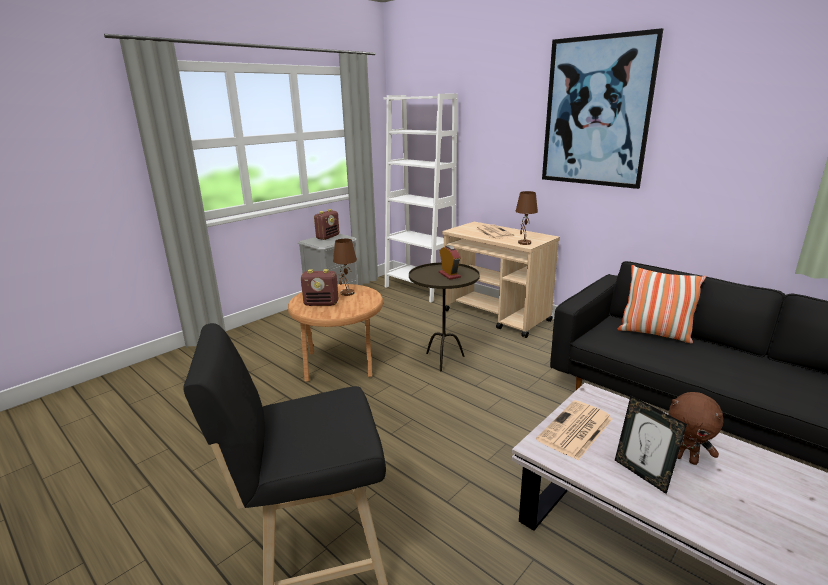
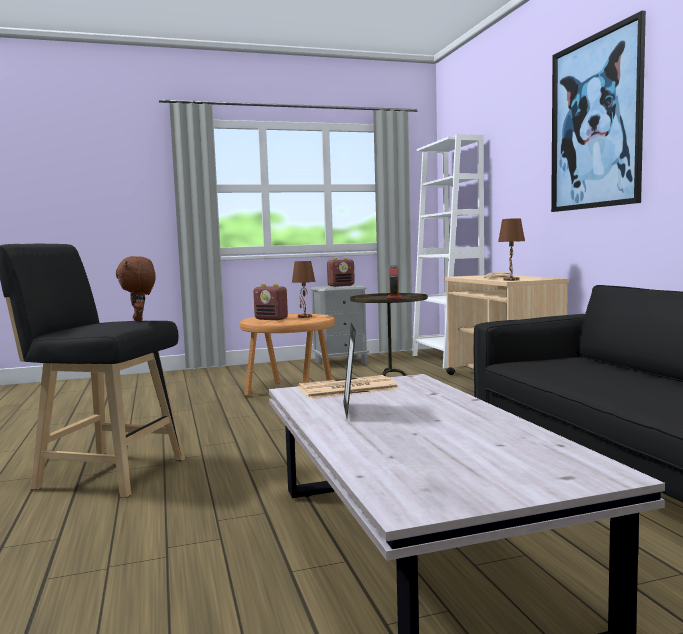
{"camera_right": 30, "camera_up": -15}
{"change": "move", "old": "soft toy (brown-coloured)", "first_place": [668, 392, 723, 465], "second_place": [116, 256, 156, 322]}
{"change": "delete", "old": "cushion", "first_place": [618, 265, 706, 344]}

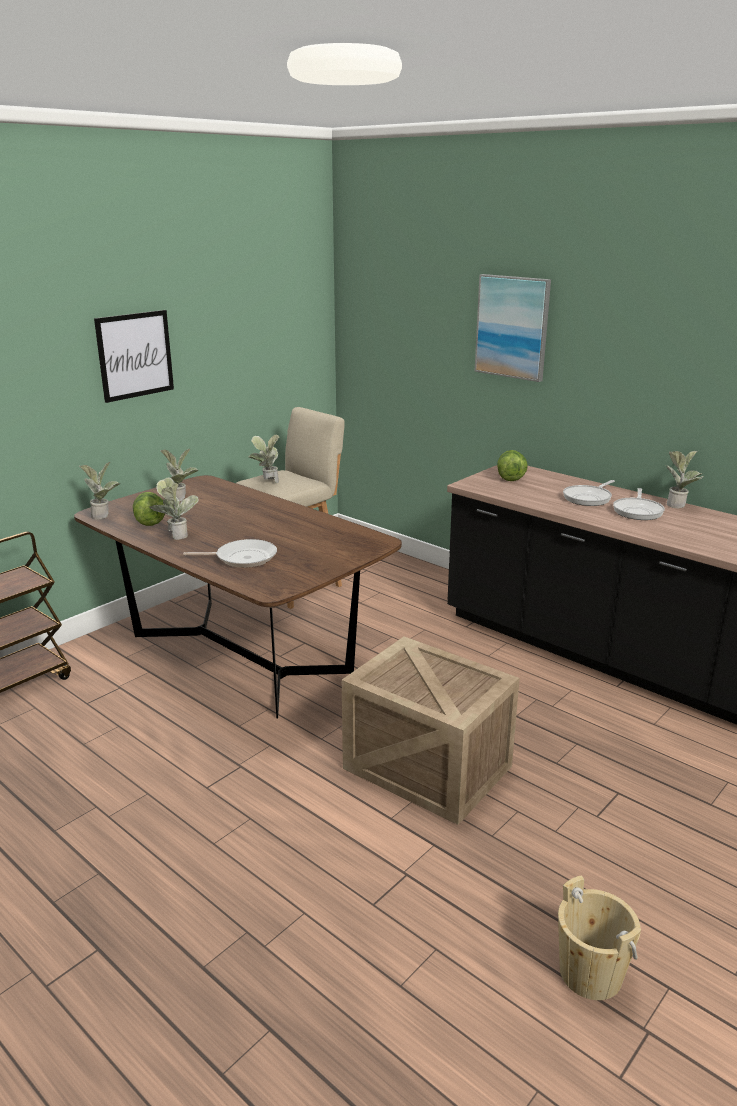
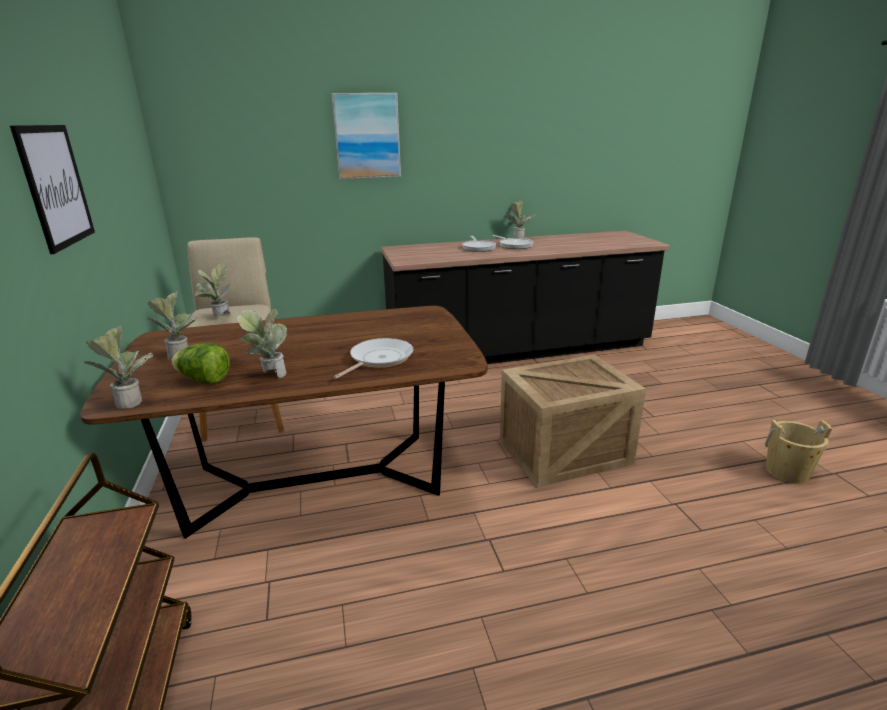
{"camera_right": -55, "camera_up": 0}
{"change": "delete", "old": "head of lettuce", "first_place": [497, 450, 528, 481]}

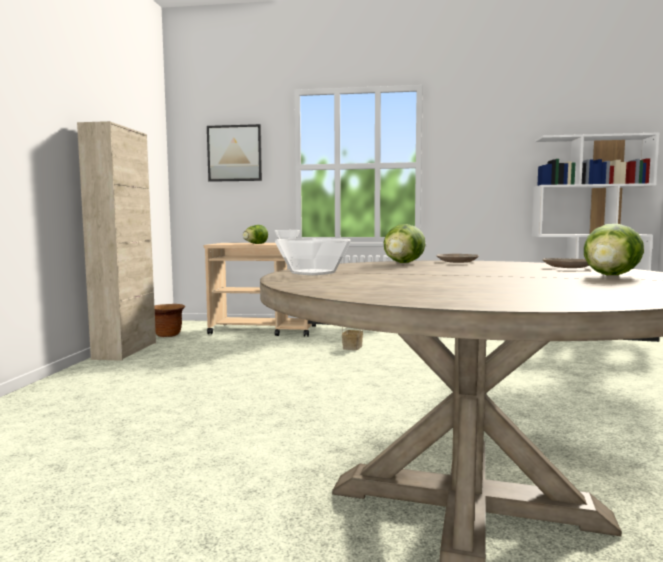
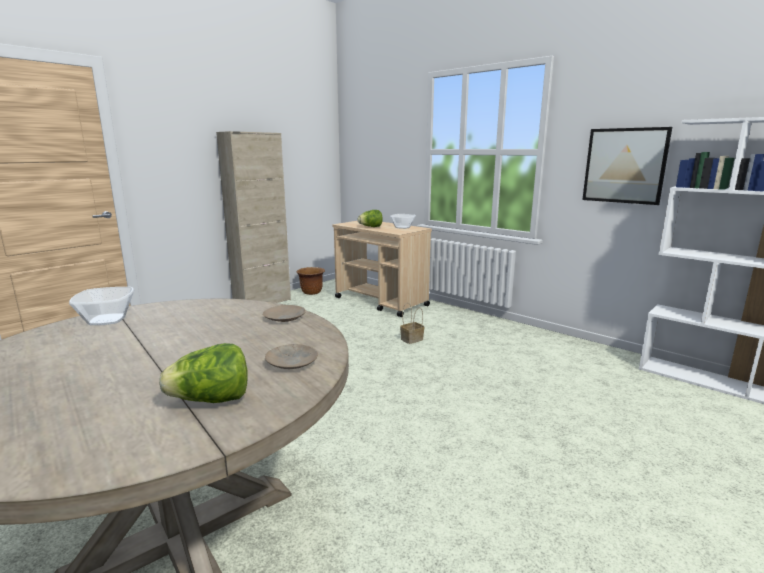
{"camera_right": 35, "camera_up": 10}
{"change": "move", "old": "picture", "first_place": [207, 124, 262, 182], "second_place": [582, 127, 672, 205]}
{"change": "delete", "old": "head of lettuce", "first_place": [384, 224, 426, 263]}

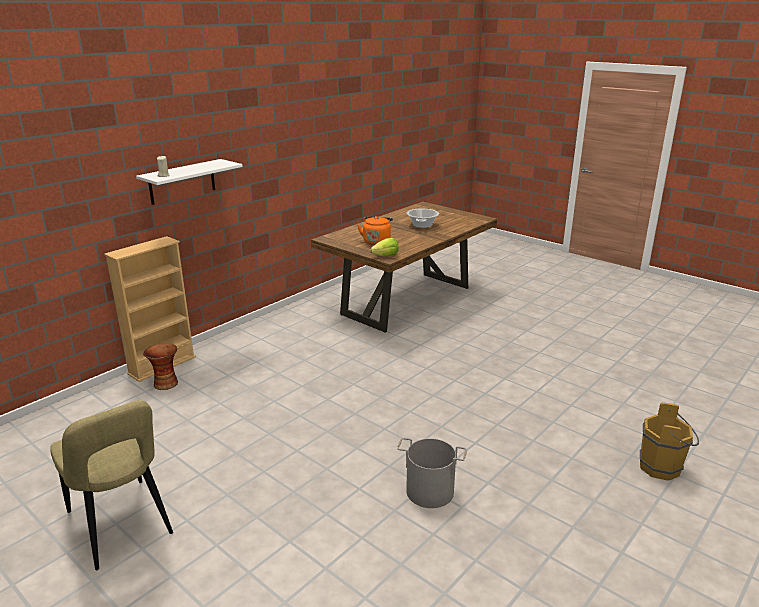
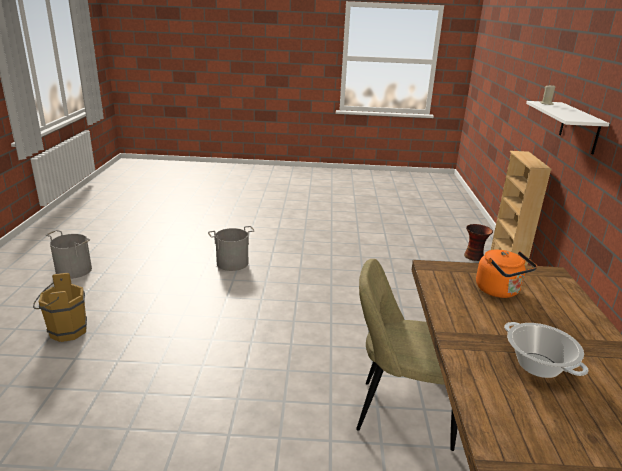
{"camera_right": 140, "camera_up": 0}
{"change": "insert", "new": "bucket (greyish)", "second_place": [46, 230, 92, 279]}
{"change": "move", "old": "plain chair (sand-coloured)", "first_place": [50, 400, 173, 570], "second_place": [356, 259, 458, 451]}
{"change": "delete", "old": "head of lettuce", "first_place": [370, 238, 399, 256]}

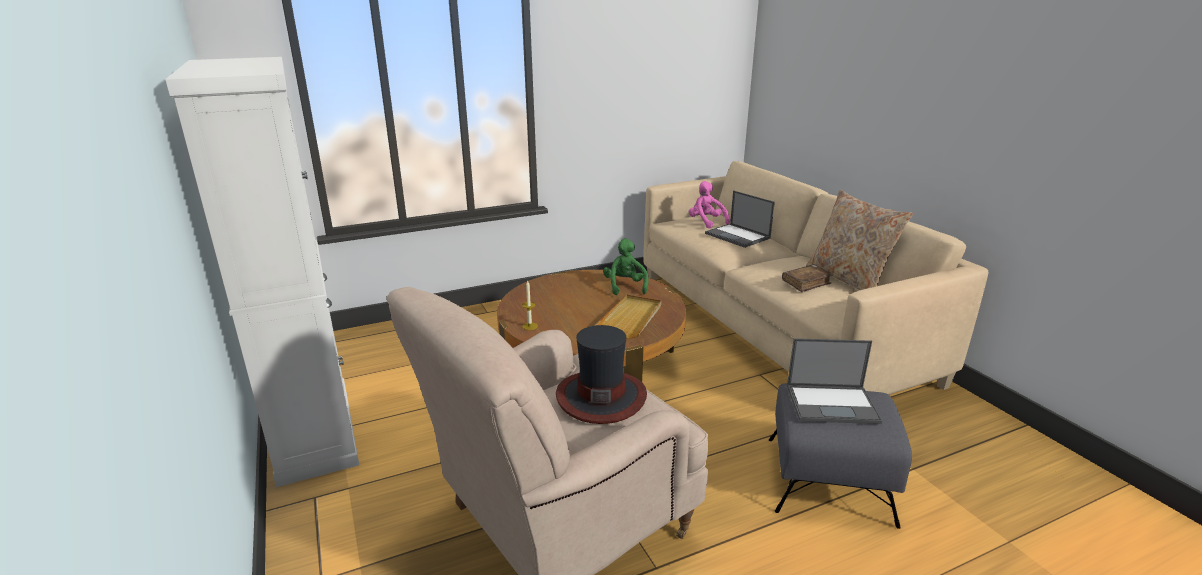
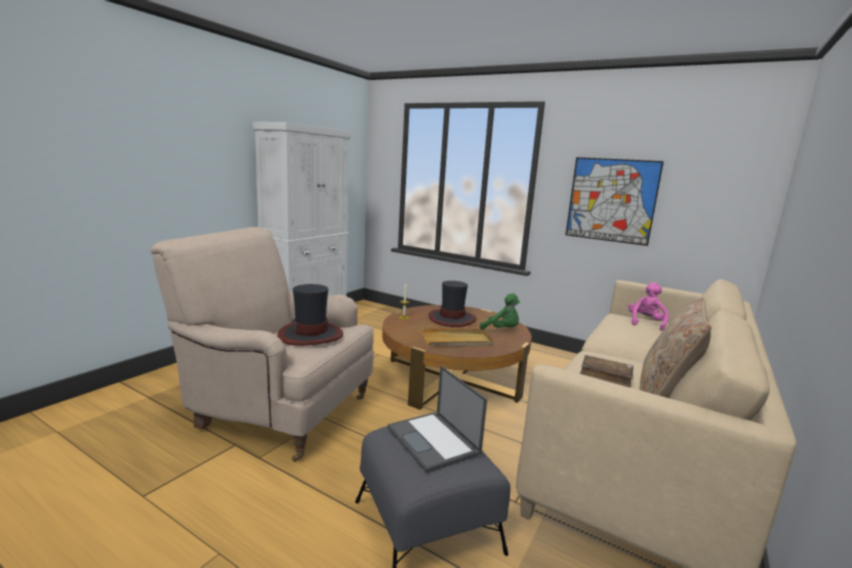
{"camera_right": 55, "camera_up": -10}
{"change": "insert", "new": "hat", "second_place": [428, 281, 477, 327]}
{"change": "rotate", "old": "soft toy (greenish)", "first_place": [603, 239, 649, 295], "second_place": [480, 293, 520, 330], "degrees": 75}
{"change": "insert", "new": "picture", "second_place": [565, 157, 664, 246]}
{"change": "delete", "old": "laptop", "first_place": [705, 191, 775, 248]}

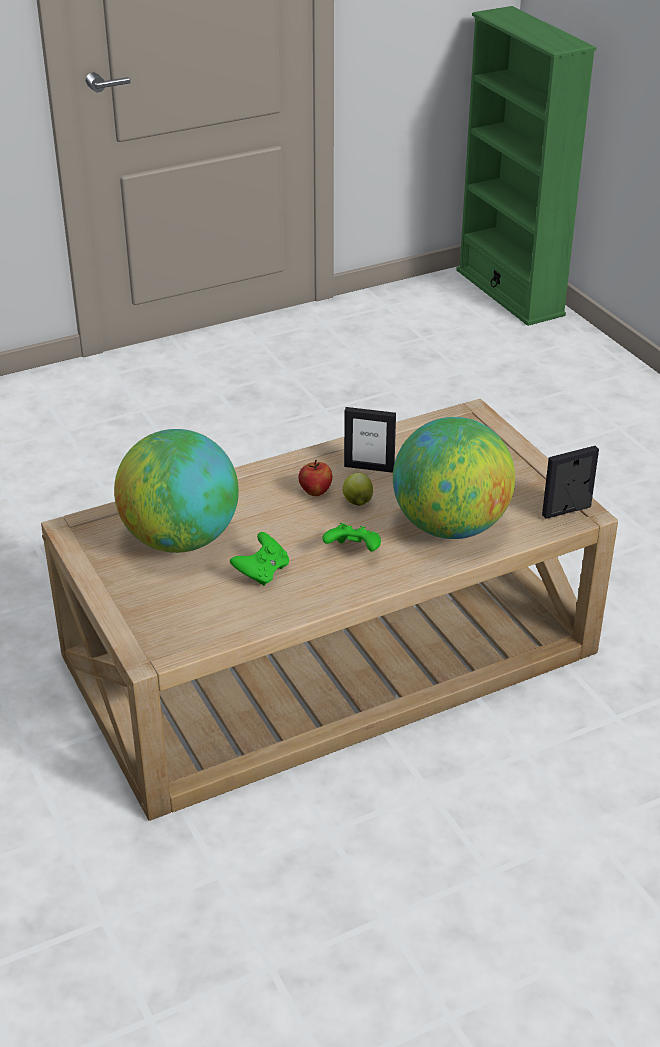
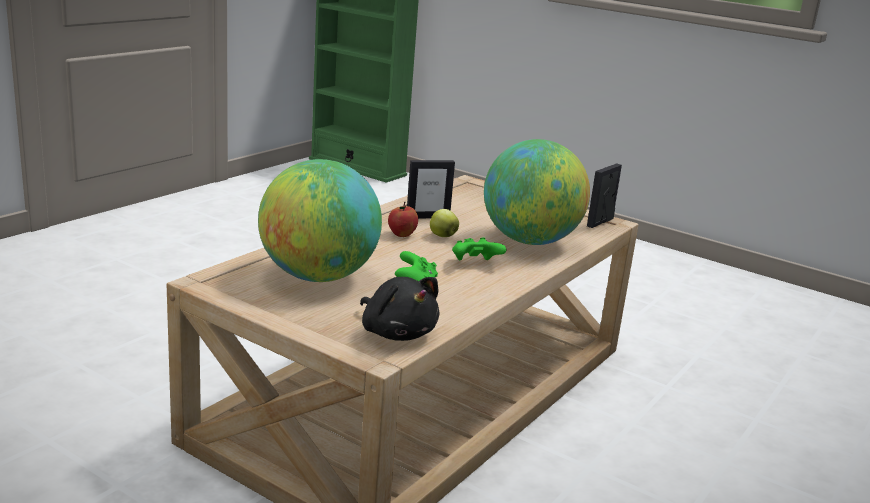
{"camera_right": -30, "camera_up": -15}
{"change": "insert", "new": "soft toy (black)", "second_place": [360, 277, 440, 341]}

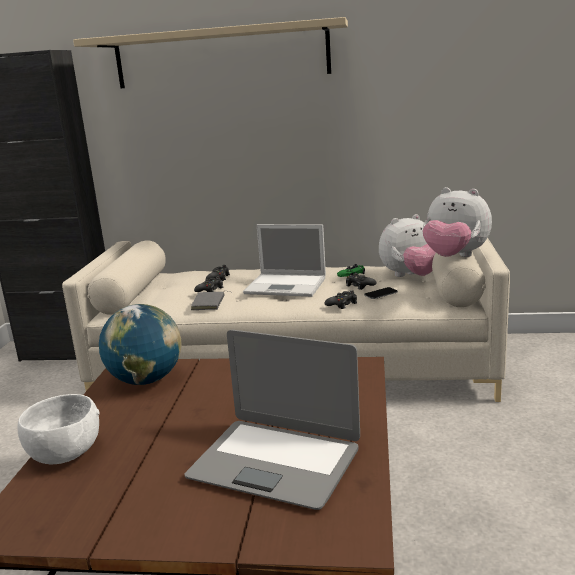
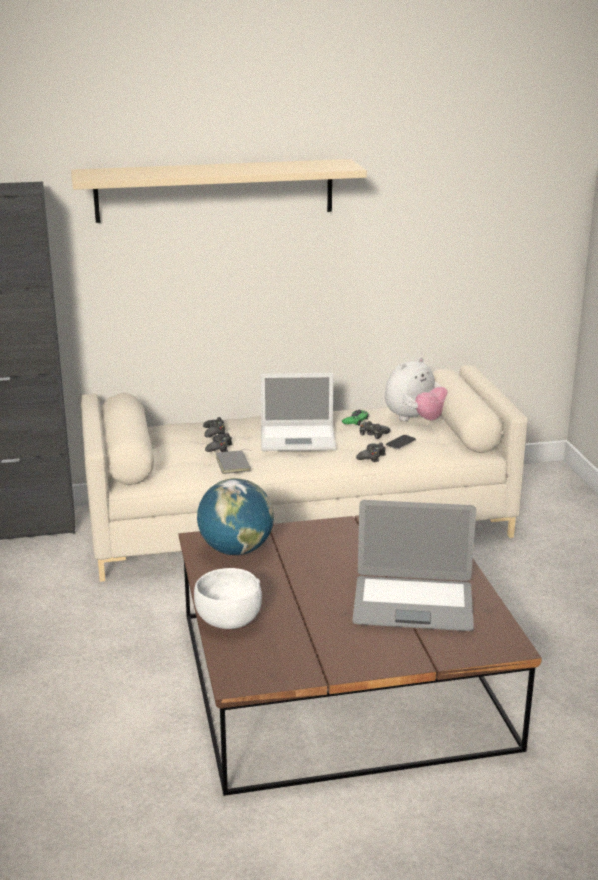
{"camera_right": -20, "camera_up": 5}
{"change": "delete", "old": "soft toy", "first_place": [422, 187, 492, 257]}

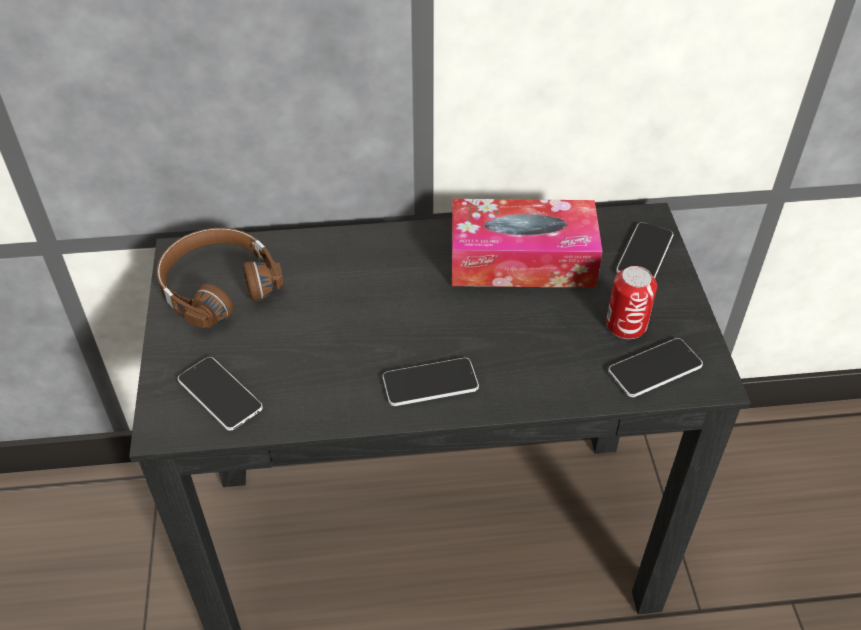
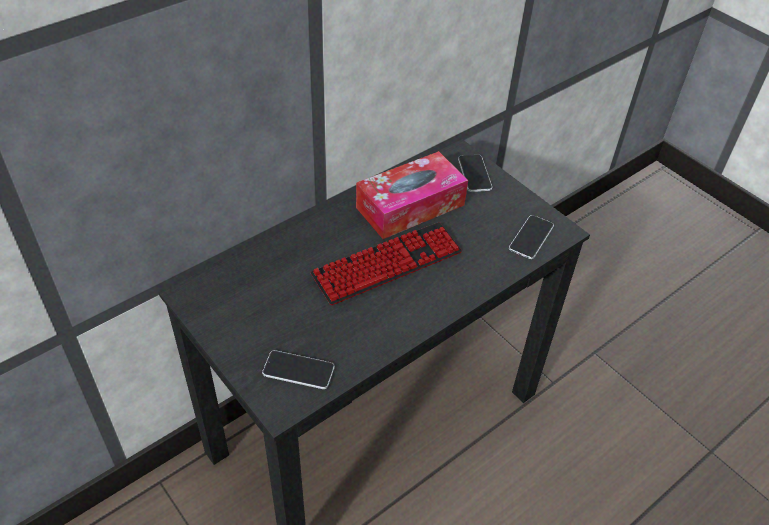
{"camera_right": -35, "camera_up": 0}
{"change": "insert", "new": "computer keyboard", "second_place": [310, 222, 462, 305]}
{"change": "delete", "old": "headphones (brown-coloured)", "first_place": [157, 228, 283, 328]}
{"change": "delete", "old": "phone", "first_place": [383, 358, 479, 406]}
{"change": "delete", "old": "sealed can", "first_place": [606, 266, 657, 339]}

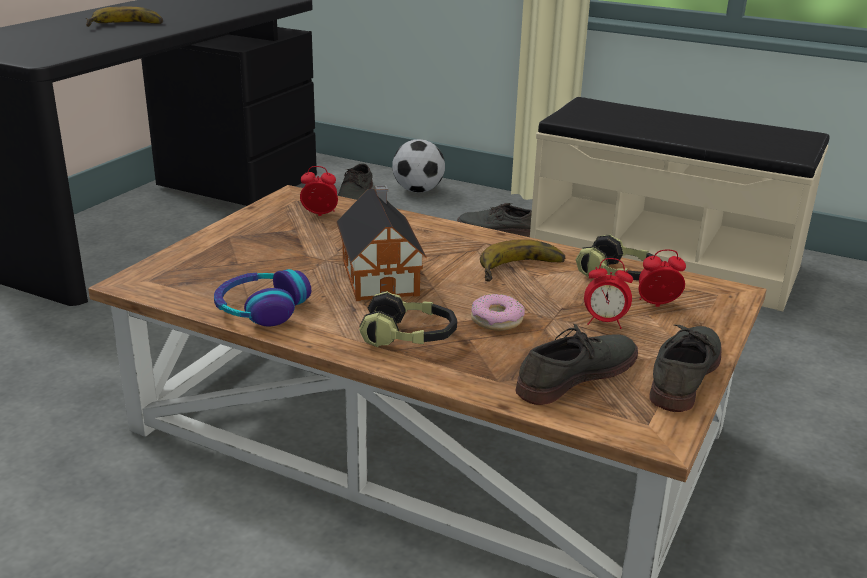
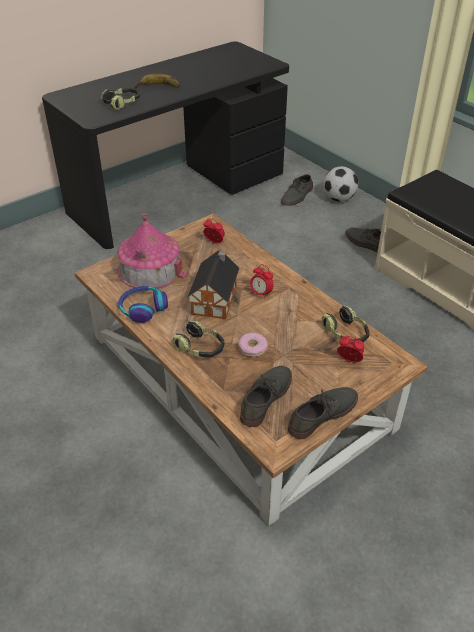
{"camera_right": 25, "camera_up": 15}
{"change": "insert", "new": "headphones", "second_place": [101, 88, 140, 110]}
{"change": "insert", "new": "miniature house", "second_place": [117, 213, 188, 289]}
{"change": "rotate", "old": "item of footwear (greyish)", "first_place": [515, 324, 638, 405], "second_place": [240, 366, 292, 427], "degrees": -45}
{"change": "move", "old": "table clock", "first_place": [584, 258, 633, 329], "second_place": [250, 264, 273, 300]}
{"change": "delete", "old": "whole banana", "first_place": [480, 239, 565, 282]}

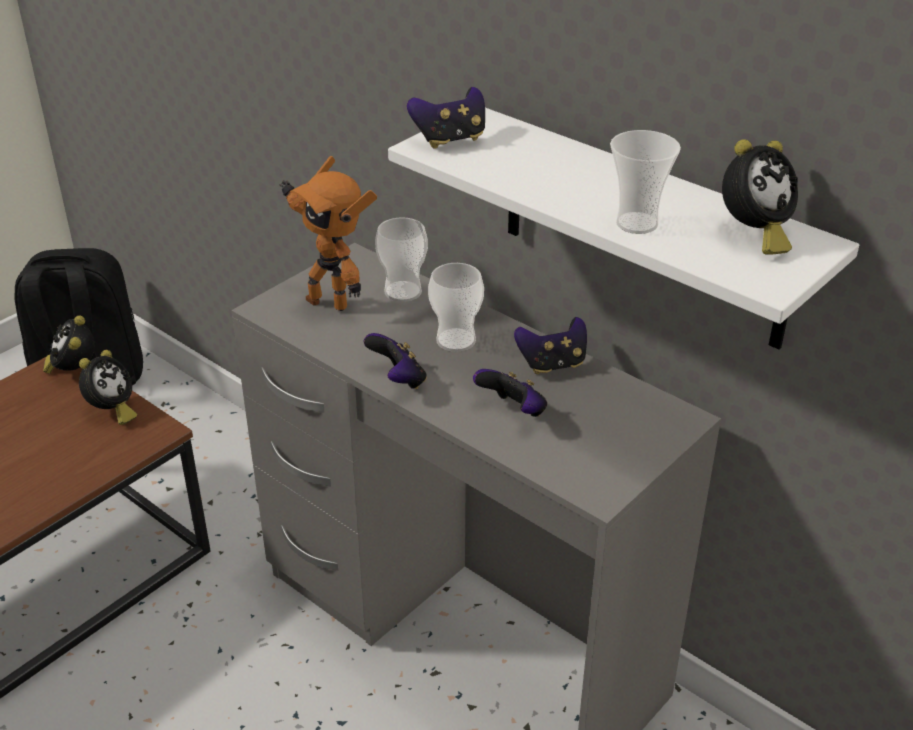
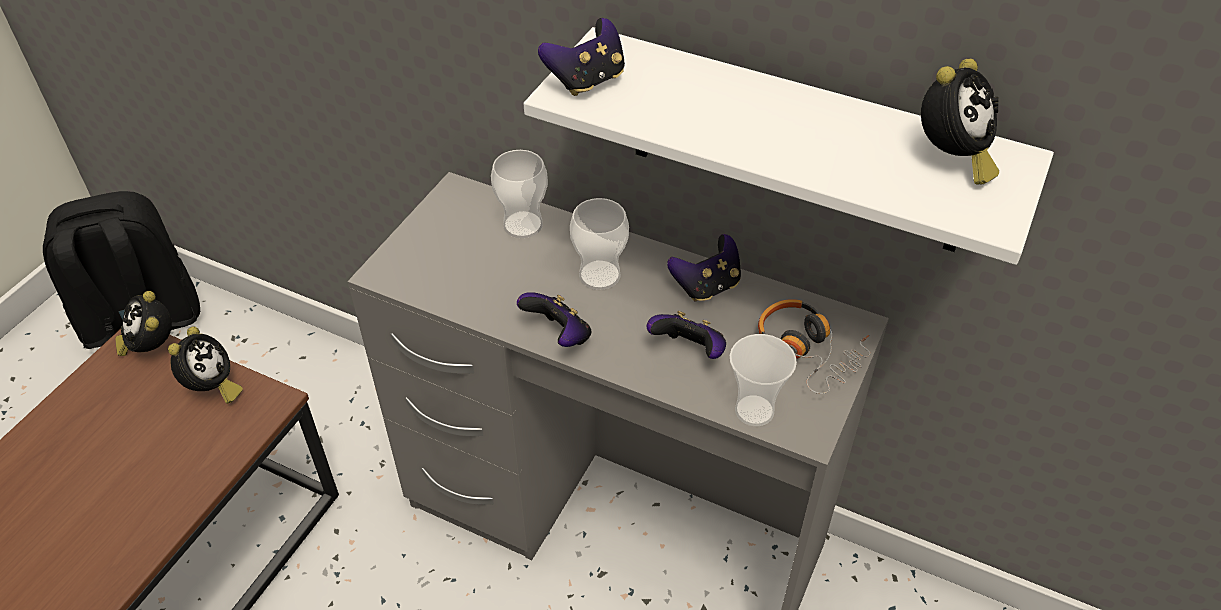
{"camera_right": -15, "camera_up": 10}
{"change": "move", "old": "small cup", "first_place": [610, 130, 681, 234], "second_place": [730, 334, 797, 426]}
{"change": "insert", "new": "headphones", "second_place": [758, 299, 870, 394]}
{"change": "delete", "old": "robot figure", "first_place": [279, 156, 377, 311]}

